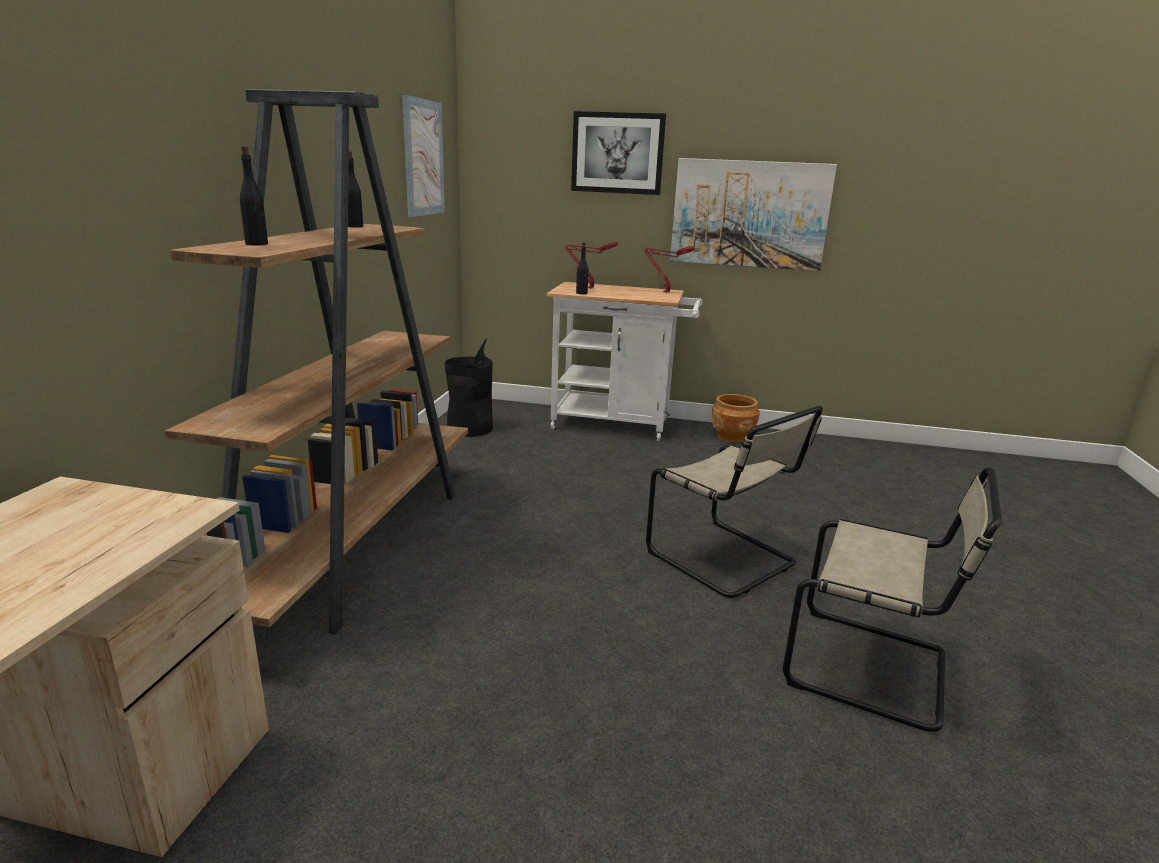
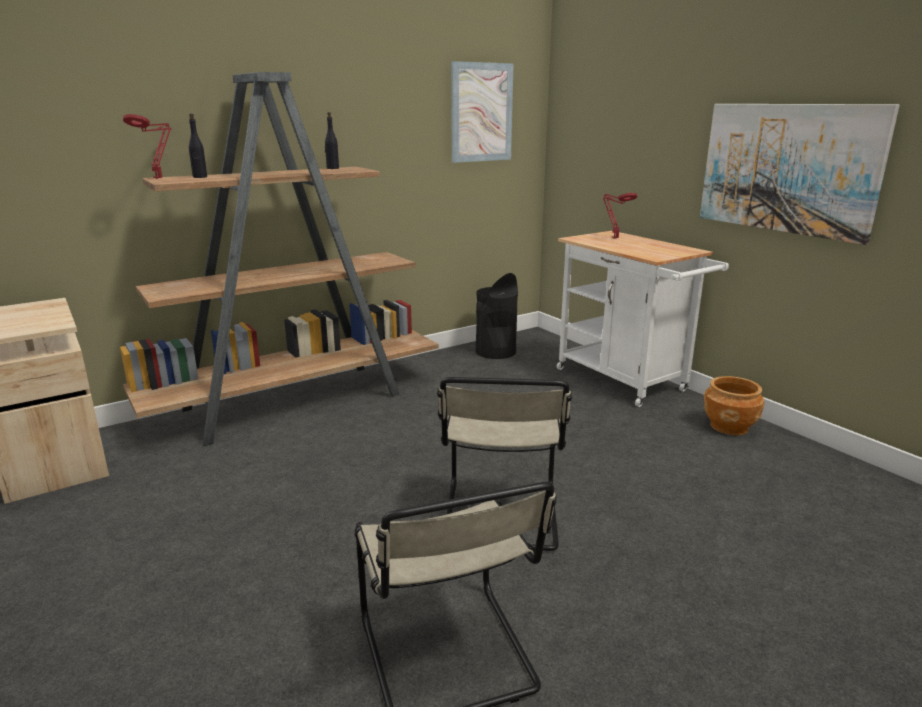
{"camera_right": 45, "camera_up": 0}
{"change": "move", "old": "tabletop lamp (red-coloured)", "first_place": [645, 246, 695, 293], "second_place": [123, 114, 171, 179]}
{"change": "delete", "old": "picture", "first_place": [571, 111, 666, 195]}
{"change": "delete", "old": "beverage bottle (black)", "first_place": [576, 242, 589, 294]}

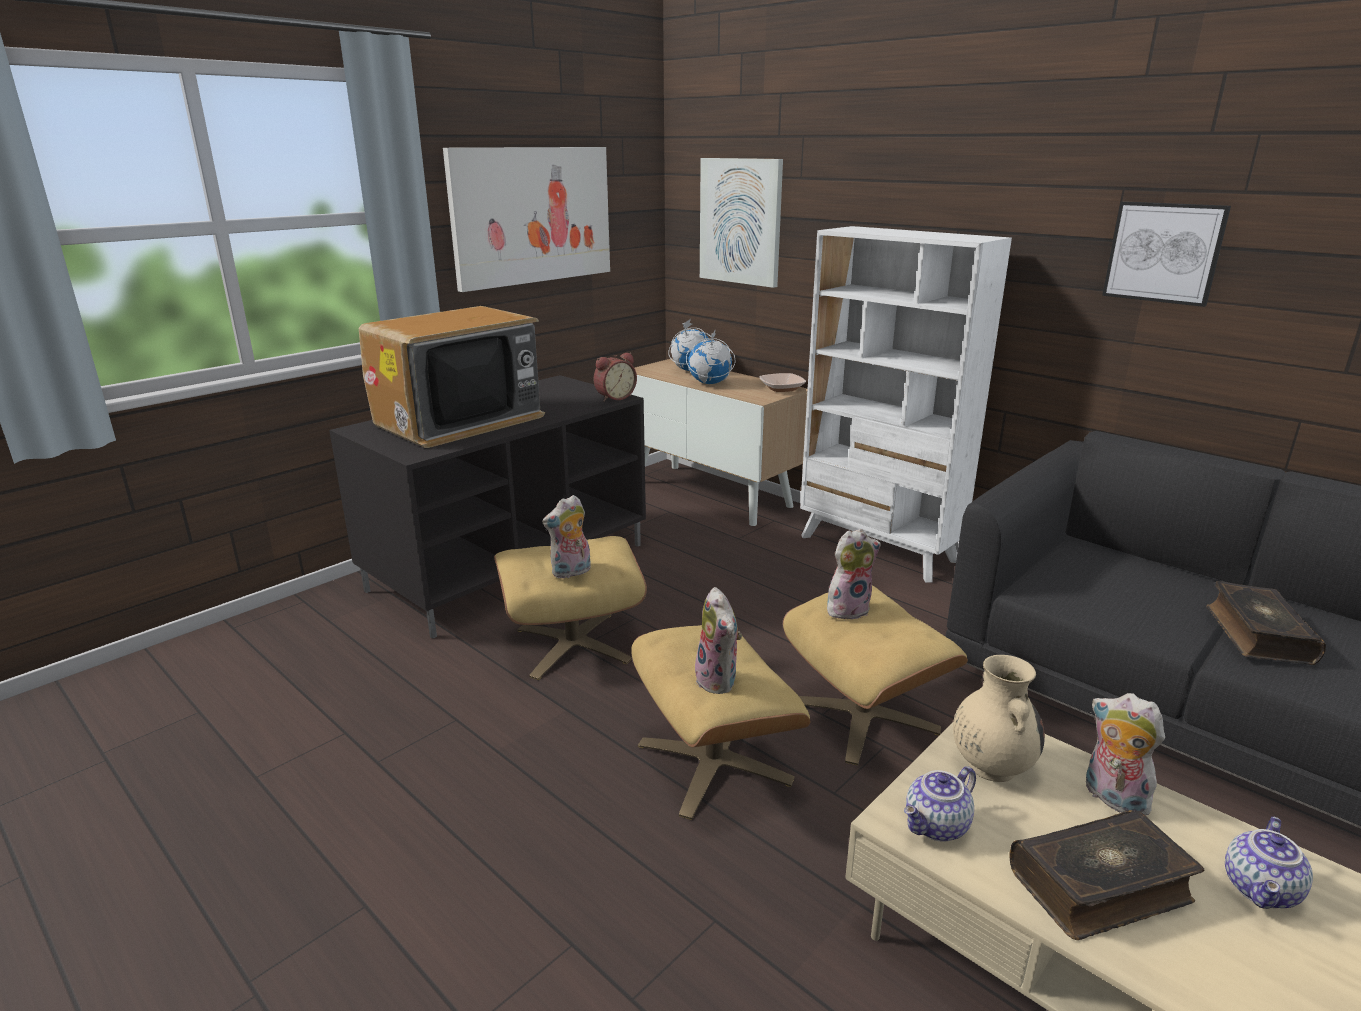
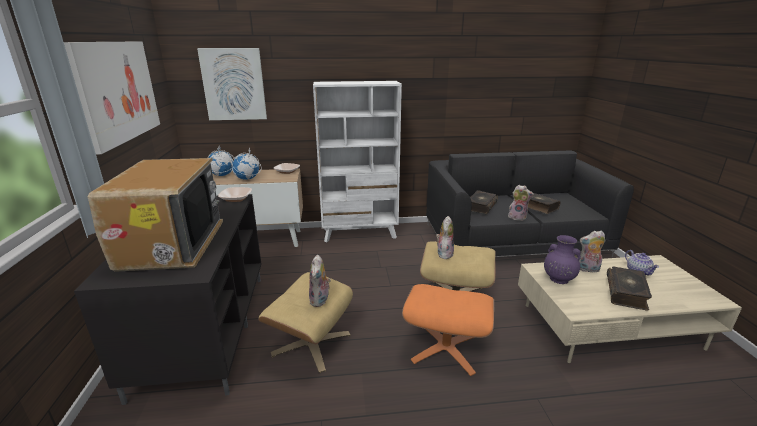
{"camera_right": -50, "camera_up": 0}
{"change": "replace", "old": "table clock", "new": "bowl", "first_place": [593, 352, 637, 402], "second_place": [218, 187, 252, 202]}
{"change": "recolor", "old": "footrest (sand-coloured)", "new": "footrest (orange-coloured)", "first_place": [631, 625, 810, 820], "second_place": [402, 284, 494, 376]}
{"change": "insert", "new": "bound book", "second_place": [470, 190, 498, 214]}
{"change": "move", "old": "soft toy", "first_place": [695, 587, 742, 694], "second_place": [508, 185, 534, 221]}
{"change": "recolor", "old": "vase (sand-coloured)", "new": "vase (purple-coloured)", "first_place": [953, 655, 1045, 782], "second_place": [544, 235, 581, 284]}
{"change": "delete", "old": "tea pot", "first_place": [904, 766, 976, 841]}
{"change": "delete", "old": "picture", "first_place": [1102, 201, 1231, 307]}

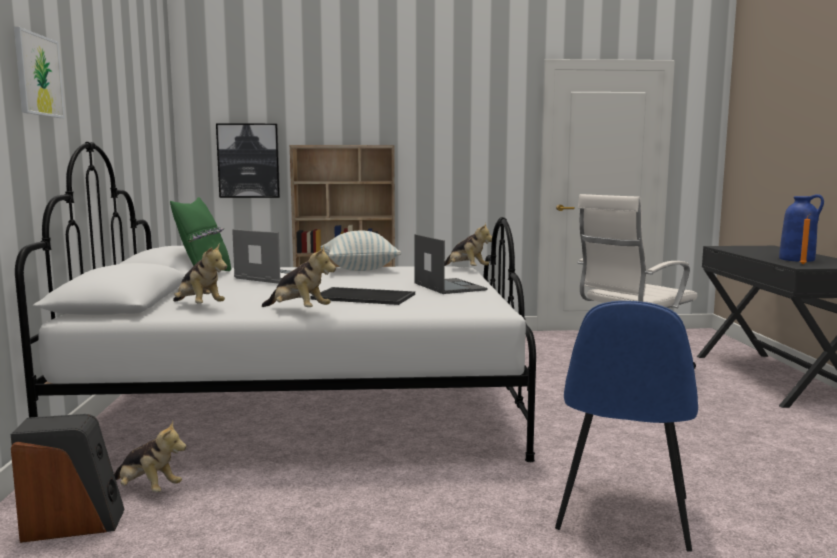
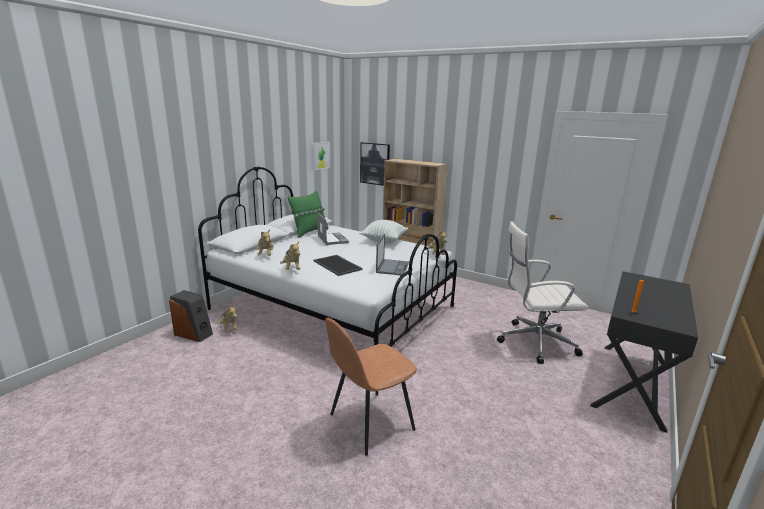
{"camera_right": 35, "camera_up": 10}
{"change": "move", "old": "picture", "first_place": [14, 27, 65, 118], "second_place": [312, 142, 330, 171]}
{"change": "recolor", "old": "plain chair (blue-coloured)", "new": "plain chair (brown-coloured)", "first_place": [555, 301, 698, 552], "second_place": [325, 317, 417, 456]}
{"change": "delete", "old": "vase (blue-coloured)", "first_place": [779, 194, 824, 262]}

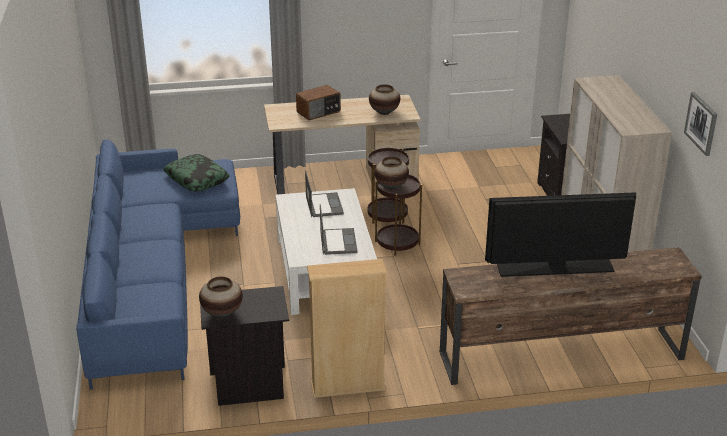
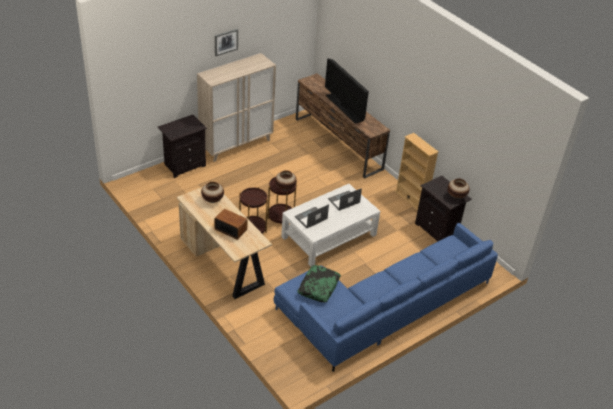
{"camera_right": -120, "camera_up": 10}
{"change": "move", "old": "picture", "first_place": [684, 92, 717, 156], "second_place": [215, 29, 238, 56]}

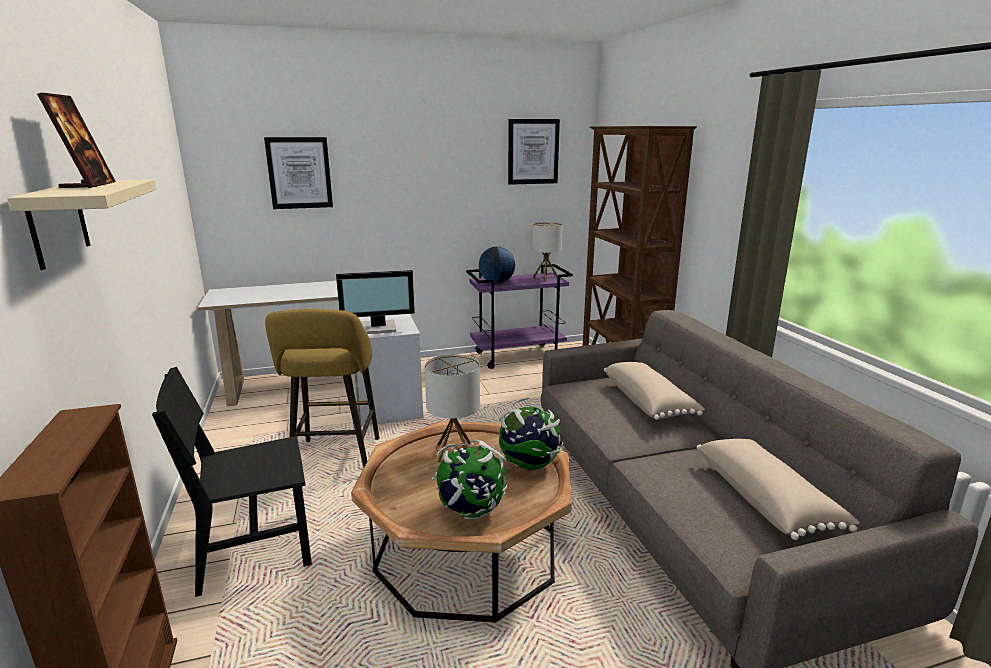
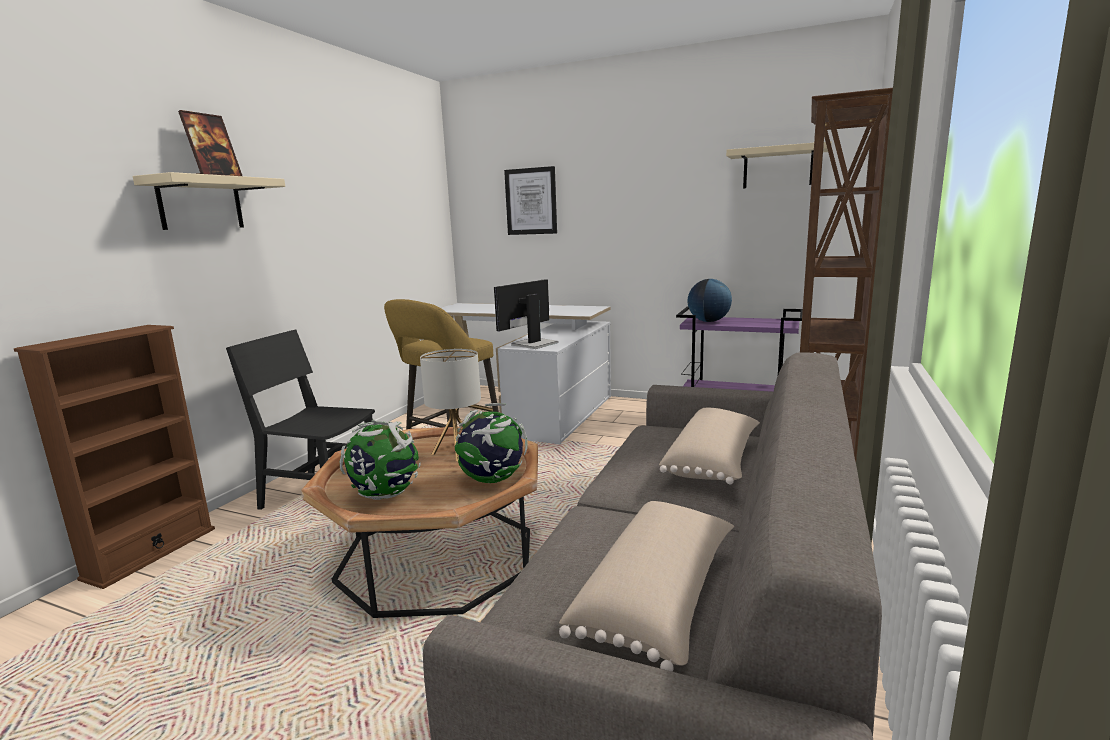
{"camera_right": 40, "camera_up": -5}
{"change": "rotate", "old": "computer display", "first_place": [336, 270, 415, 334], "second_place": [494, 279, 558, 349], "degrees": 105}
{"change": "replace", "old": "picture", "new": "bracket shelf (sand-coloured)", "first_place": [508, 119, 560, 185], "second_place": [726, 141, 832, 189]}
{"change": "delete", "old": "tabletop lamp", "first_place": [531, 222, 563, 282]}

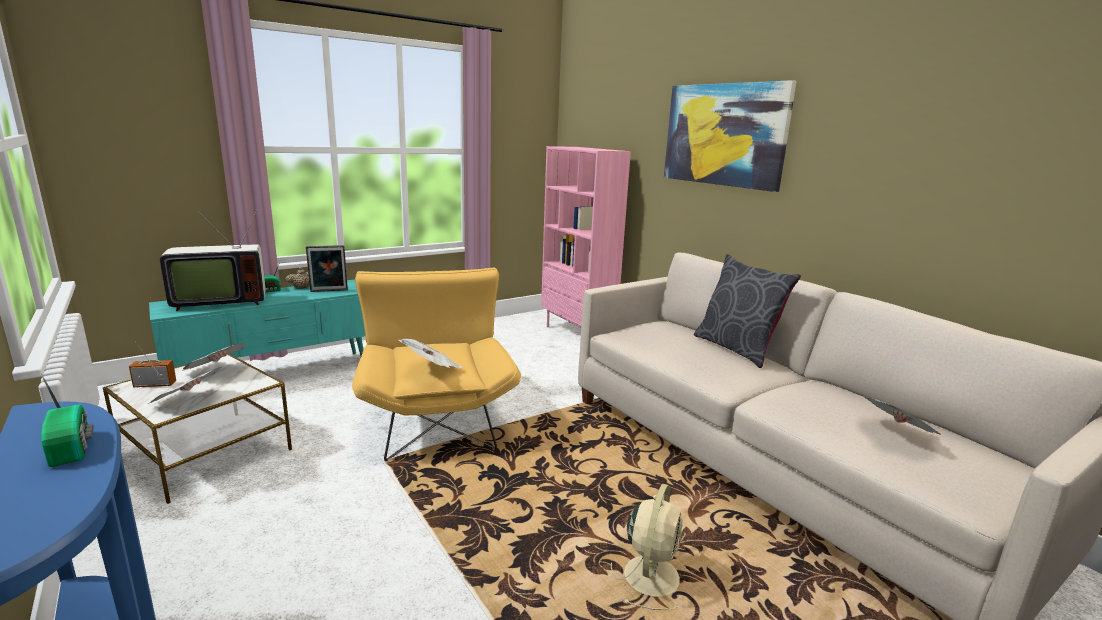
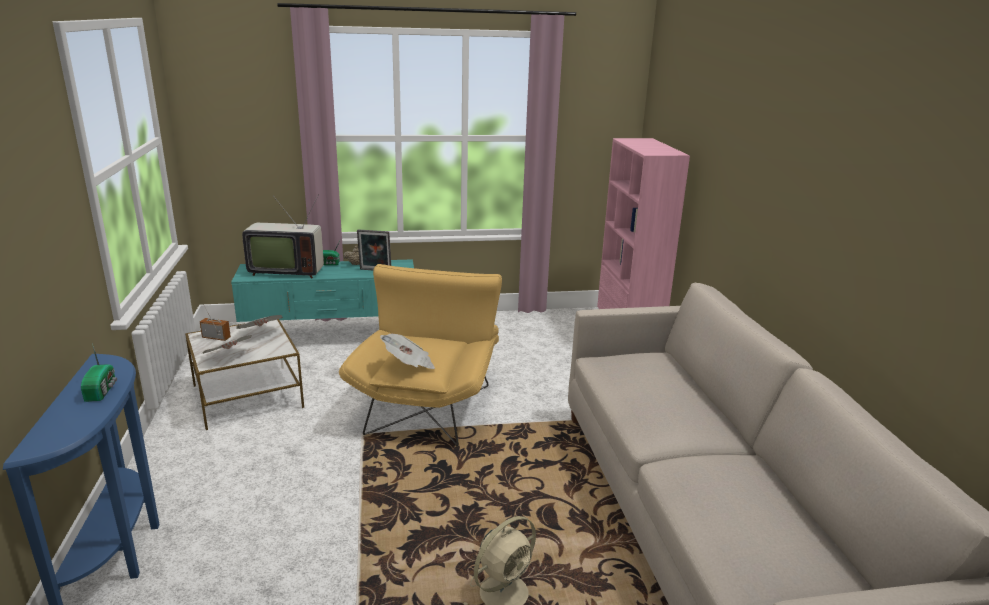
{"camera_right": 25, "camera_up": 5}
{"change": "delete", "old": "picture", "first_place": [664, 80, 797, 192]}
{"change": "delete", "old": "cushion (greyish)", "first_place": [694, 254, 801, 368]}
{"change": "delete", "old": "newspaper", "first_place": [859, 395, 941, 435]}

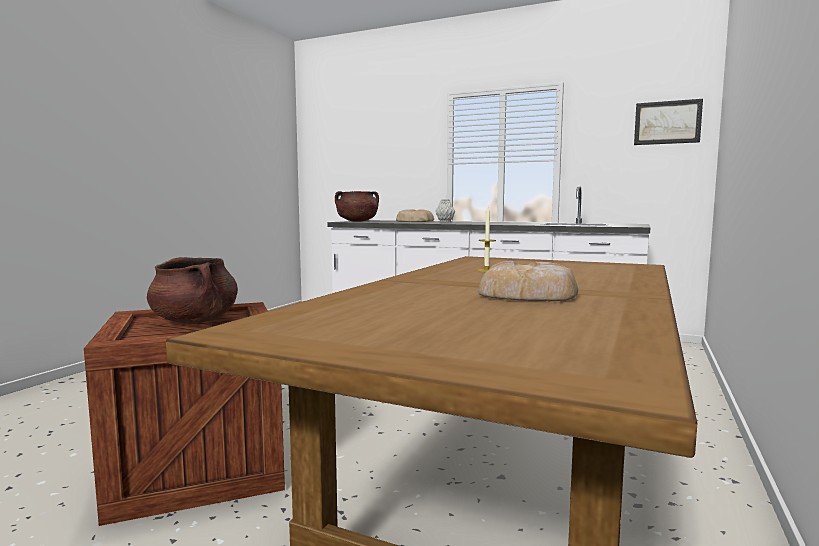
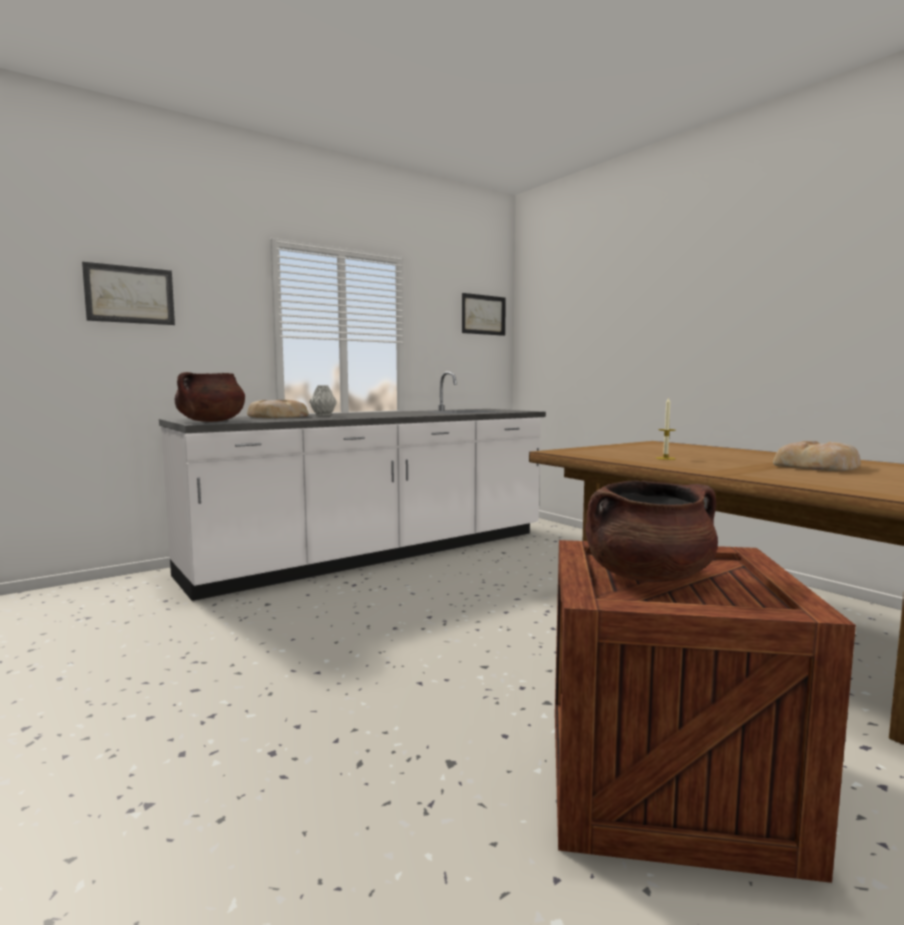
{"camera_right": -60, "camera_up": 0}
{"change": "insert", "new": "picture", "second_place": [82, 262, 175, 325]}

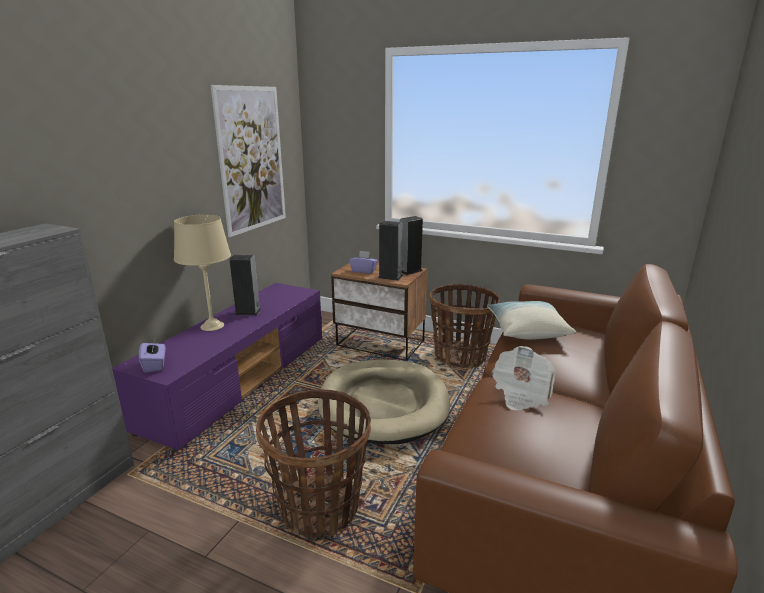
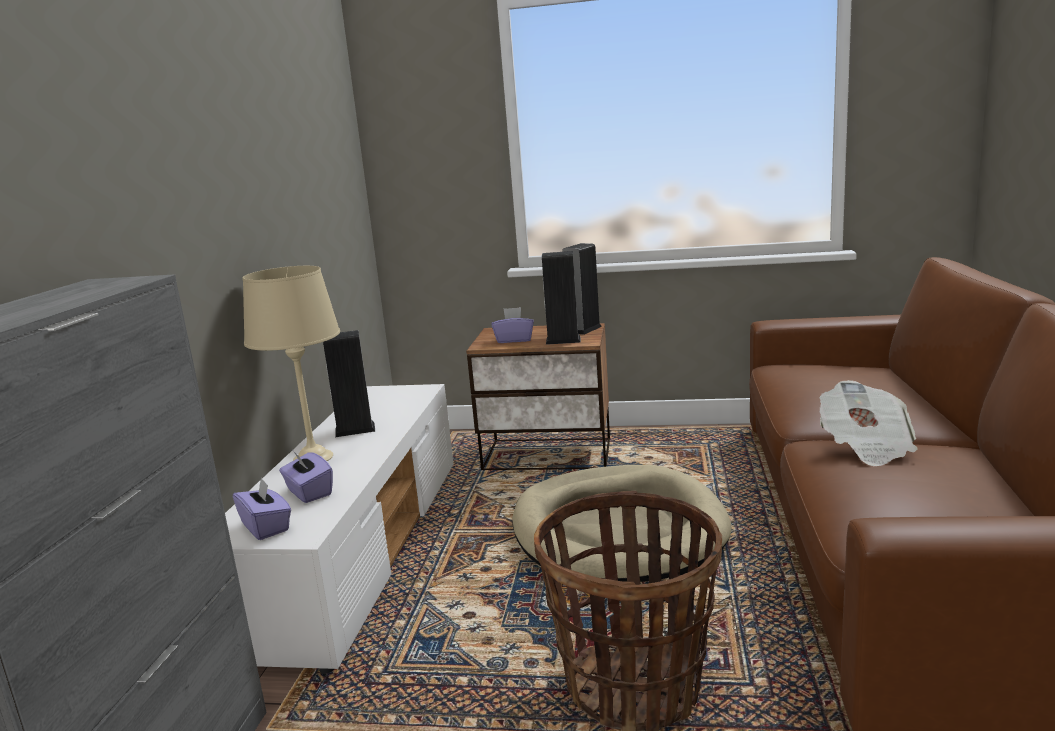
{"camera_right": -15, "camera_up": -5}
{"change": "recolor", "old": "tv unit (purple-coloured)", "new": "tv unit (white)", "first_place": [112, 283, 322, 451], "second_place": [225, 384, 453, 674]}
{"change": "insert", "new": "box of tissues (purple-coloured)", "second_place": [279, 452, 333, 503]}
{"change": "delete", "old": "picture", "first_place": [211, 85, 286, 237]}
{"change": "delete", "old": "storage basket", "first_place": [430, 284, 500, 368]}
{"change": "delete", "old": "cushion", "first_place": [487, 301, 576, 340]}

